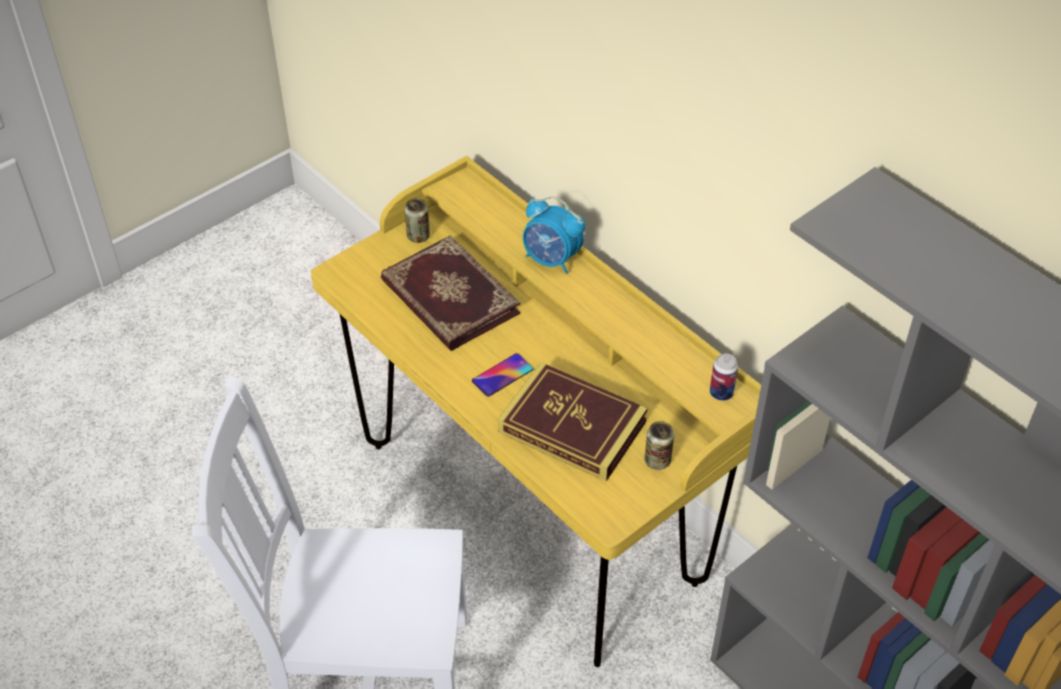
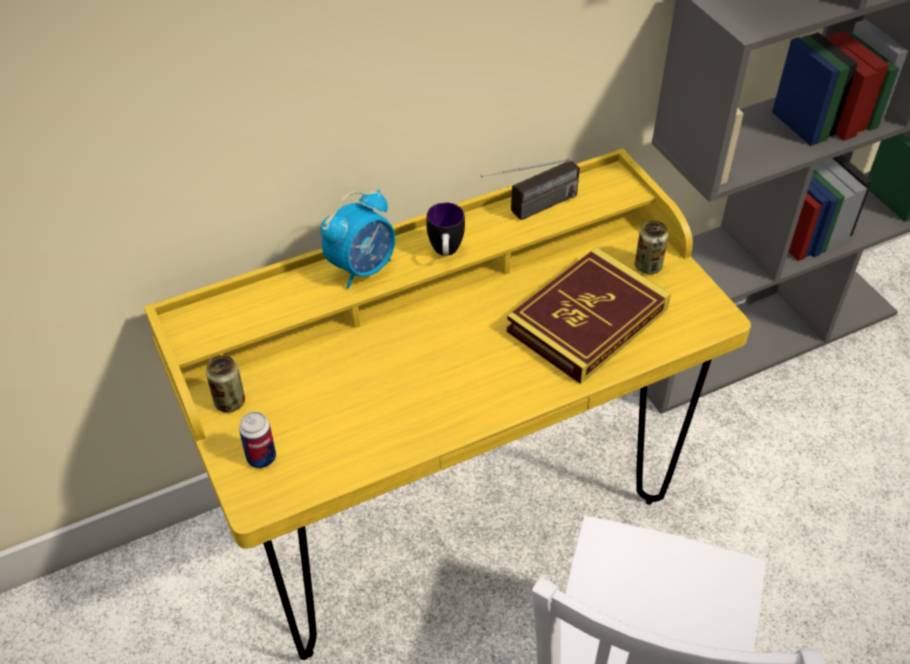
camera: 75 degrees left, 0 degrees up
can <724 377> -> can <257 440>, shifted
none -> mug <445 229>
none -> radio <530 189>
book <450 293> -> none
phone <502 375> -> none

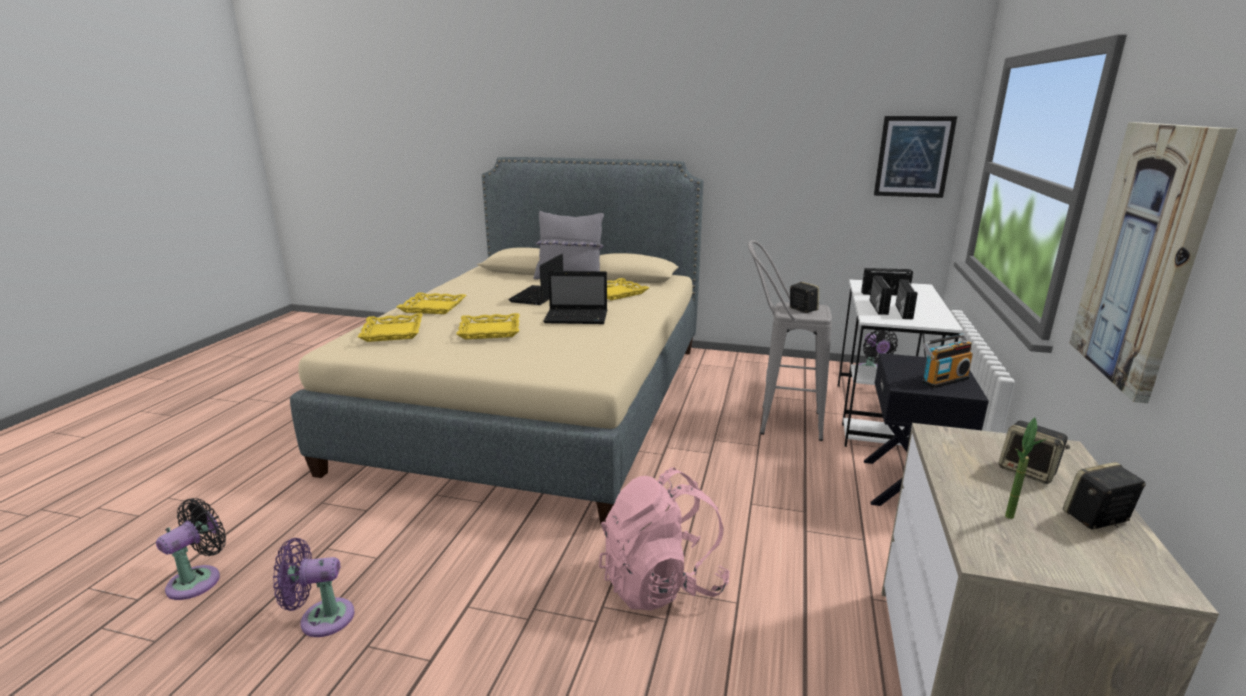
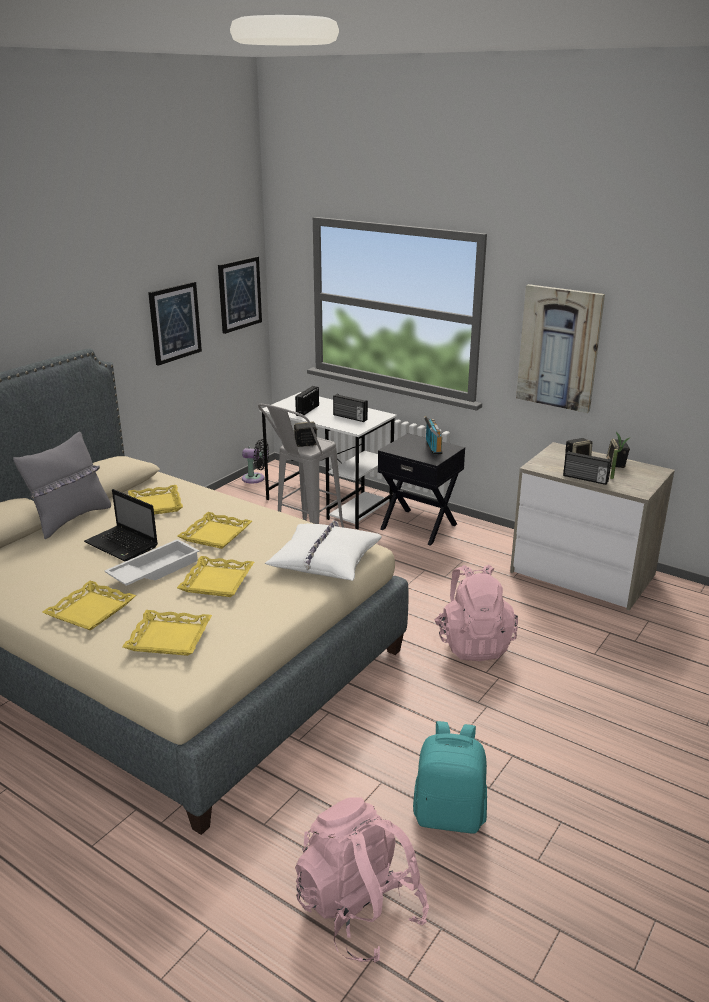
camera: 70 degrees left, 5 degrees up
none -> white tray <151 562>
none -> picture <175 324>
laptop <575 297> -> yellow tray <214 530>
none -> white pillow <323 550>
black fan <191 549> -> pink backpack <362 880>
purple fan <314 587> -> turquoise backpack <450 777>
radio <881 295> -> radio <587 468>, shifted

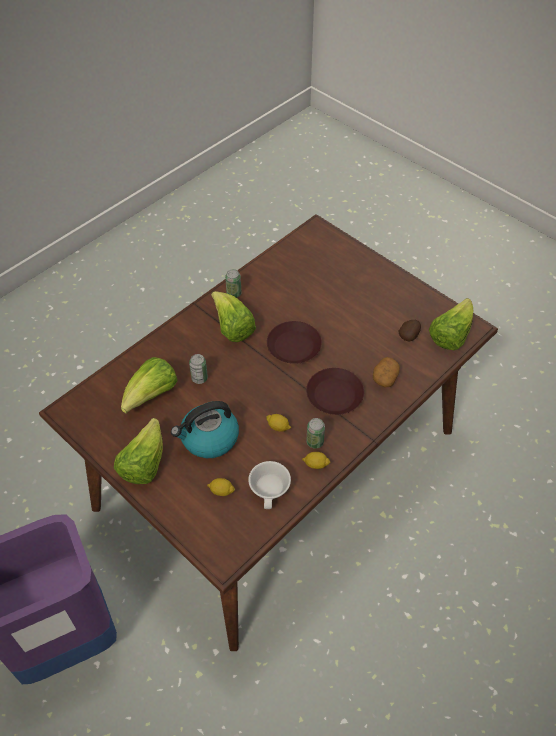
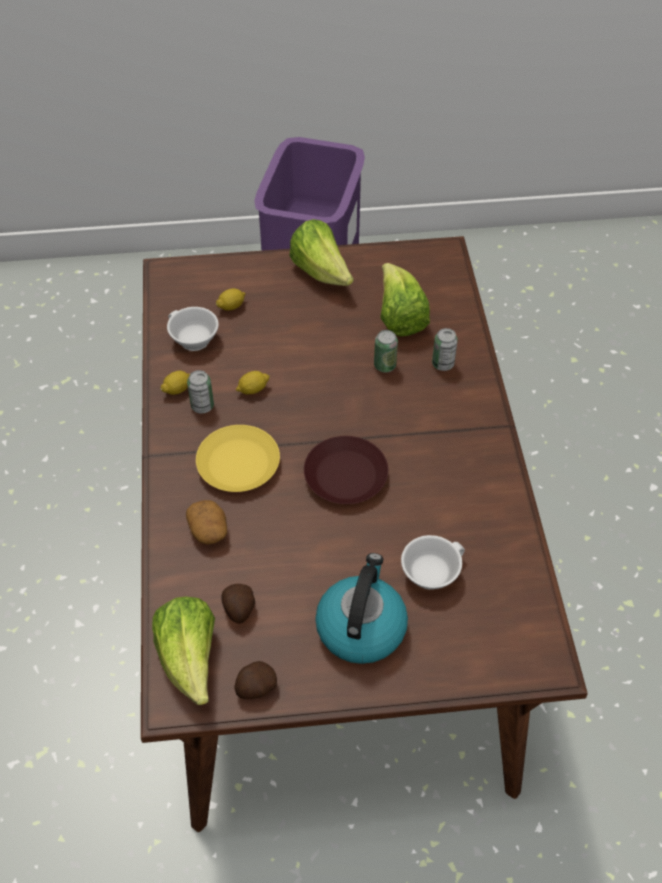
camera: 130 degrees right, 0 degrees up
brown plate <335 391> -> yellow plate <238 458>
none -> potato <255 680>
kettle <205 429> -> kettle <361 608>, shifted
none -> white cup <433 562>
can <233 283> -> can <445 349>, shifted
lettuce <233 316> -> none

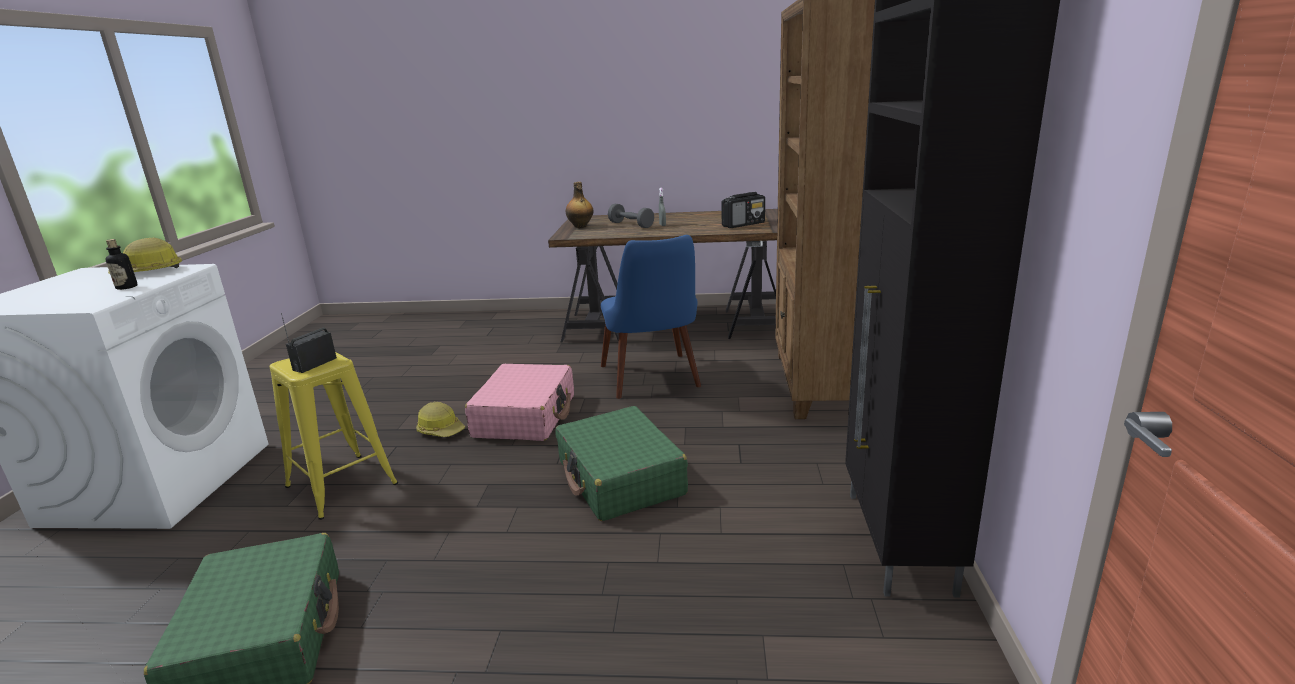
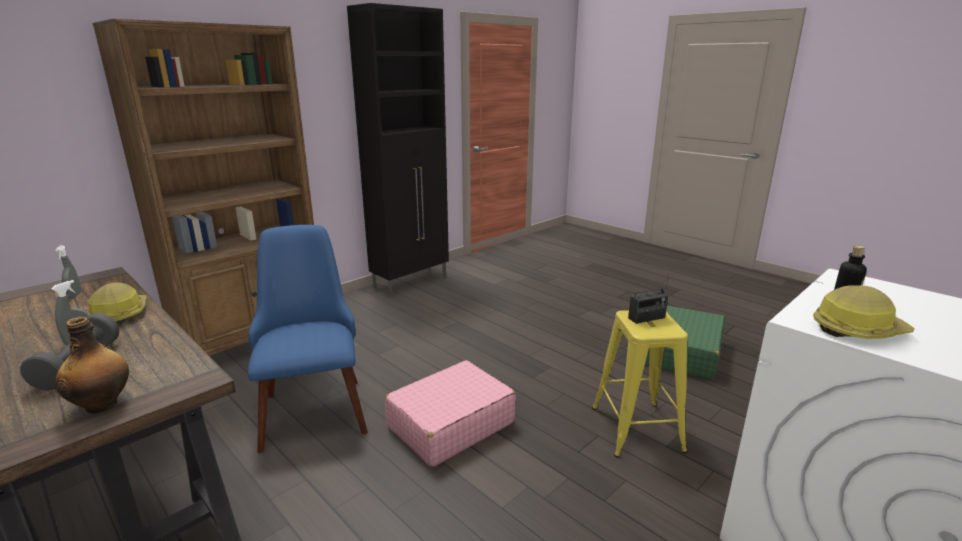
camera: 140 degrees left, 0 degrees up
radio <743 210> -> grey spray bottle <68 272>
hard hat <440 419> -> hard hat <117 304>, shifted
blue chair <651 317> -> blue chair <308 339>, 45 degrees counterclockwise
green suitcase <621 463> -> none

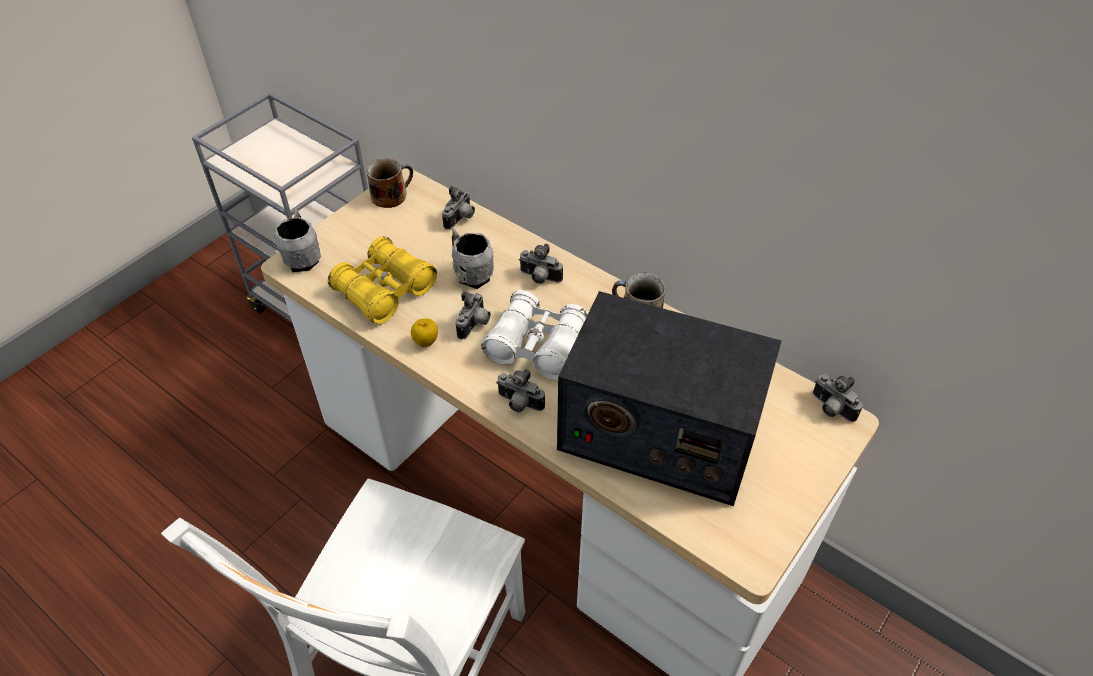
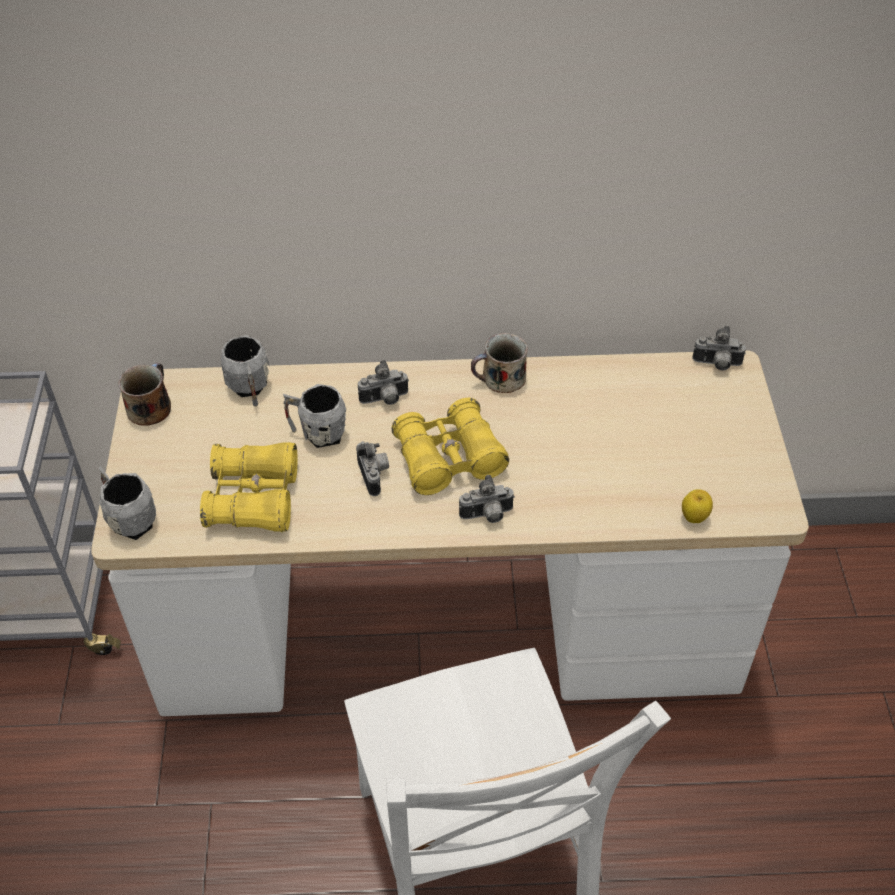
camera: 40 degrees left, 0 degrees up
photo camera <458 208> -> grey mug <245 371>
white binoculars <534 335> -> yellow binoculars <450 446>
apple <424 332> -> apple <697 506>, shifted
radio <669 398> -> none

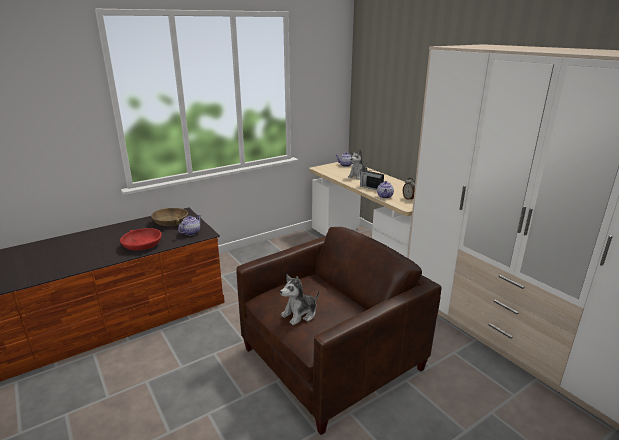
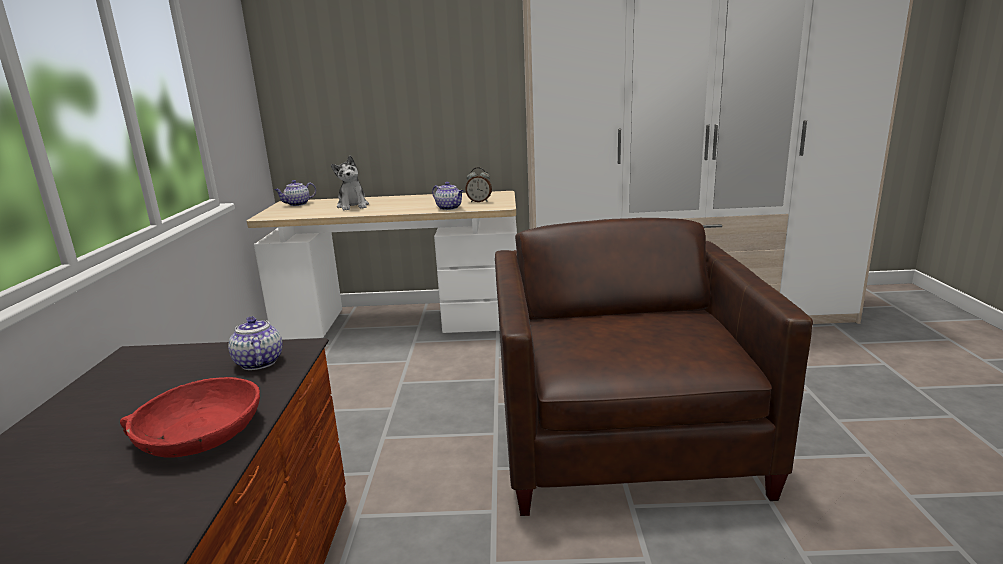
camera: 55 degrees left, 5 degrees down
brown bowl <169 217> -> none
plush toy <299 300> -> none
radio <372 180> -> none

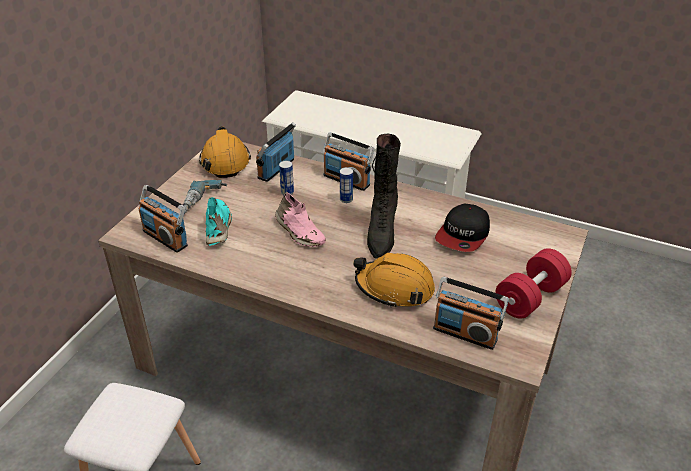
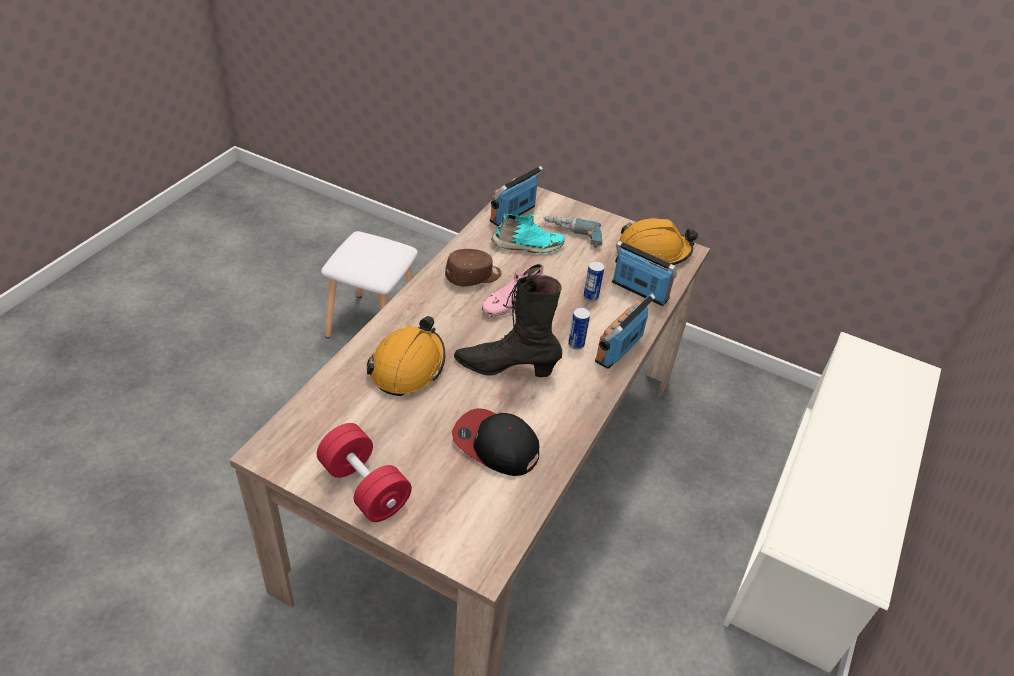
camera: 90 degrees right, 5 degrees up
none -> brown cap <473 267>
radio <471 313> -> none

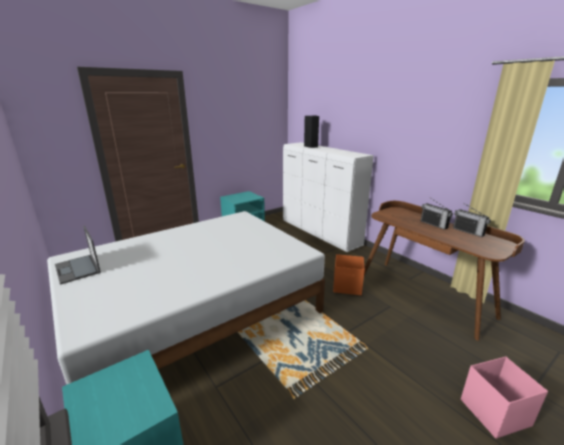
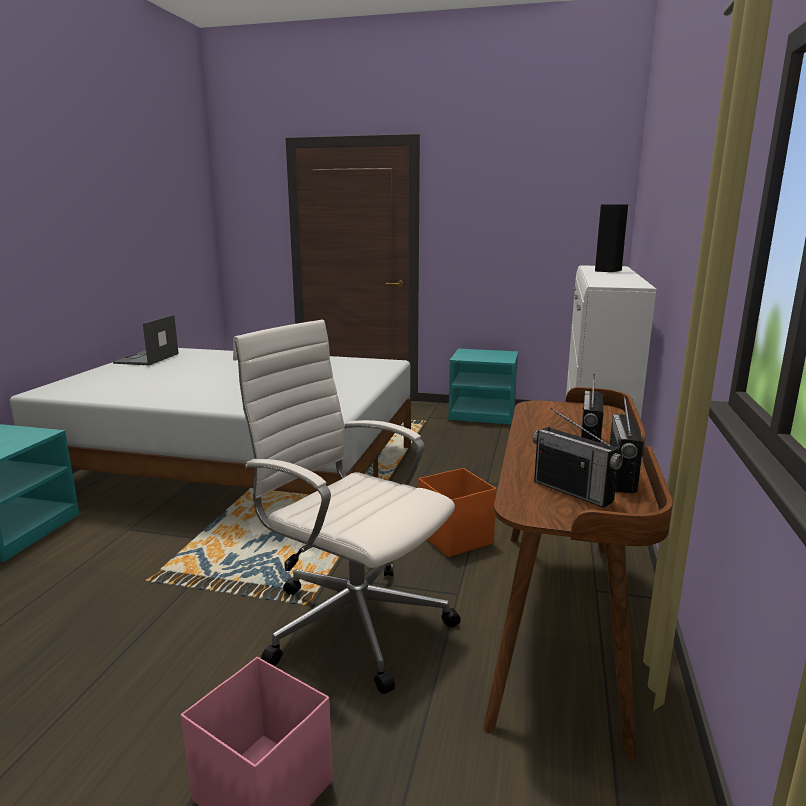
camera: 50 degrees right, 5 degrees down
none -> white office chair <347 507>
none -> radio <578 458>

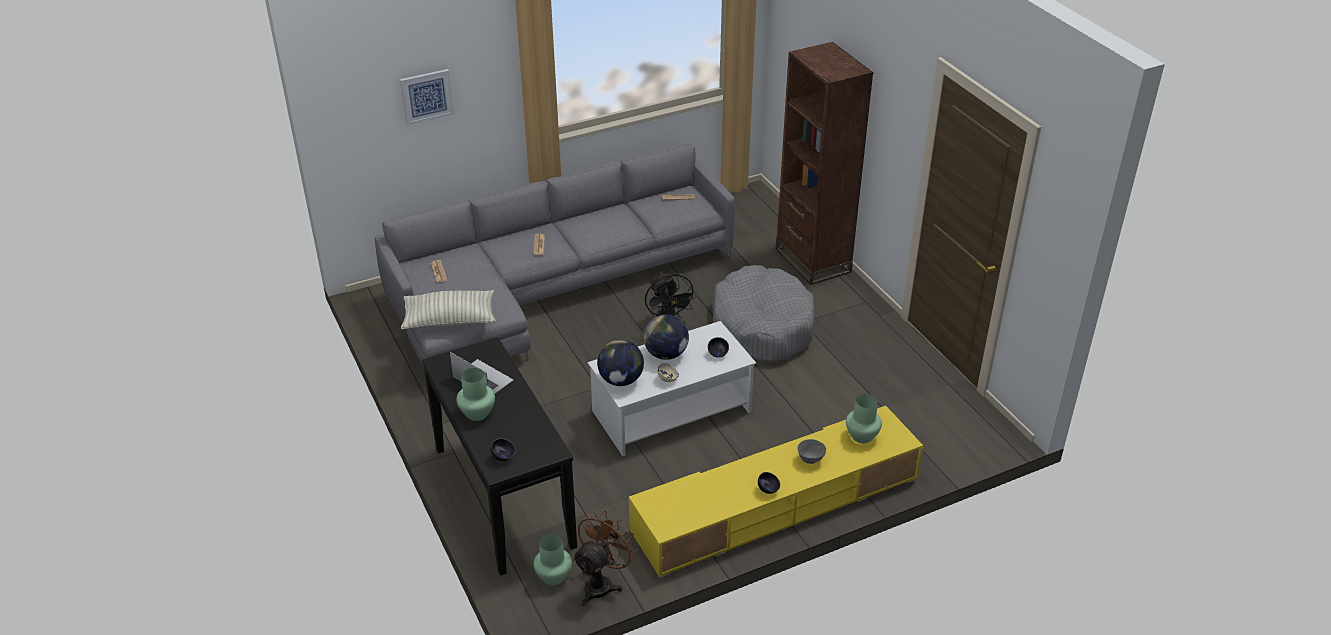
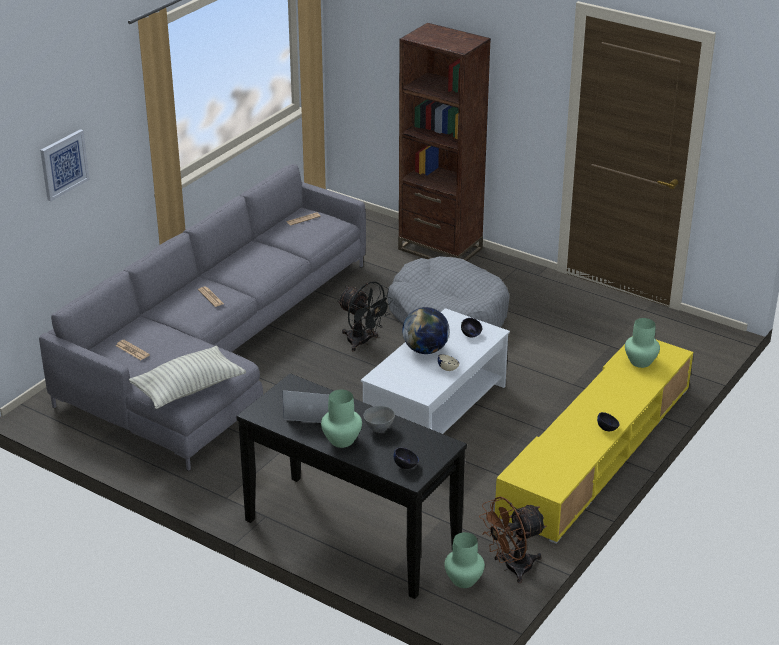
camera: 30 degrees left, 5 degrees down
grey bowl <811 451> -> grey bowl <379 419>, shifted
brown fan <605 558> -> brown fan <513 539>, 120 degrees counterclockwise
globe <620 363> -> none

